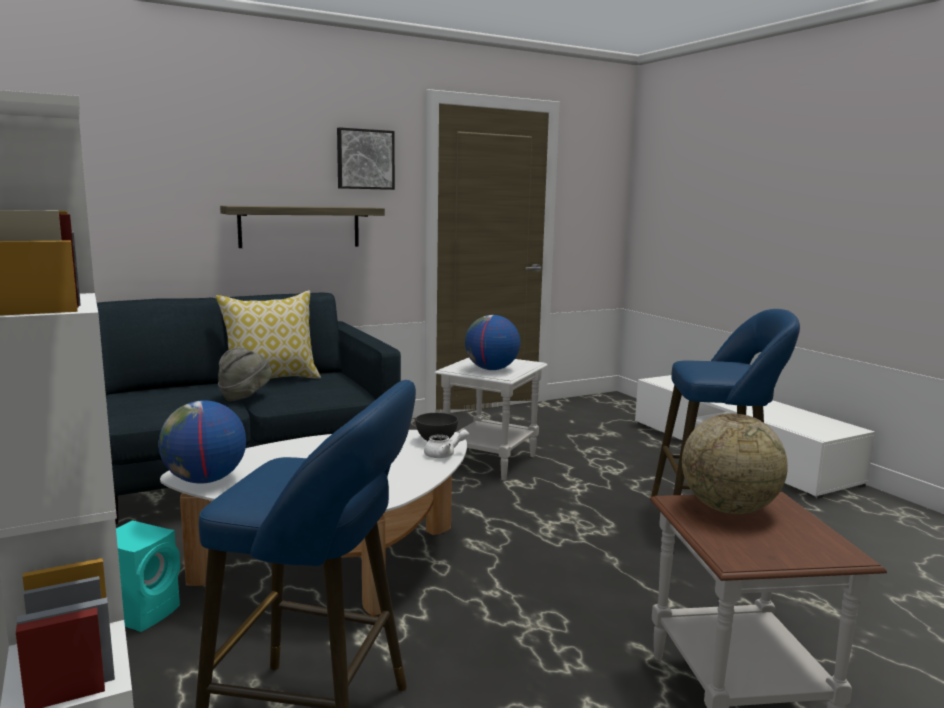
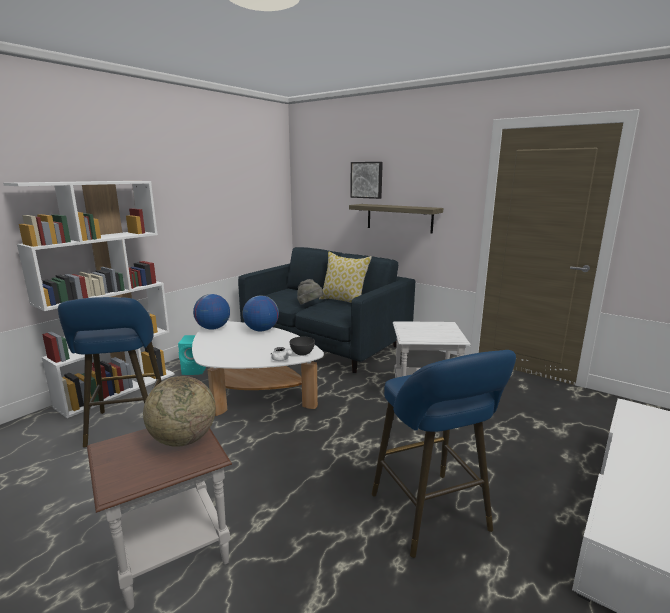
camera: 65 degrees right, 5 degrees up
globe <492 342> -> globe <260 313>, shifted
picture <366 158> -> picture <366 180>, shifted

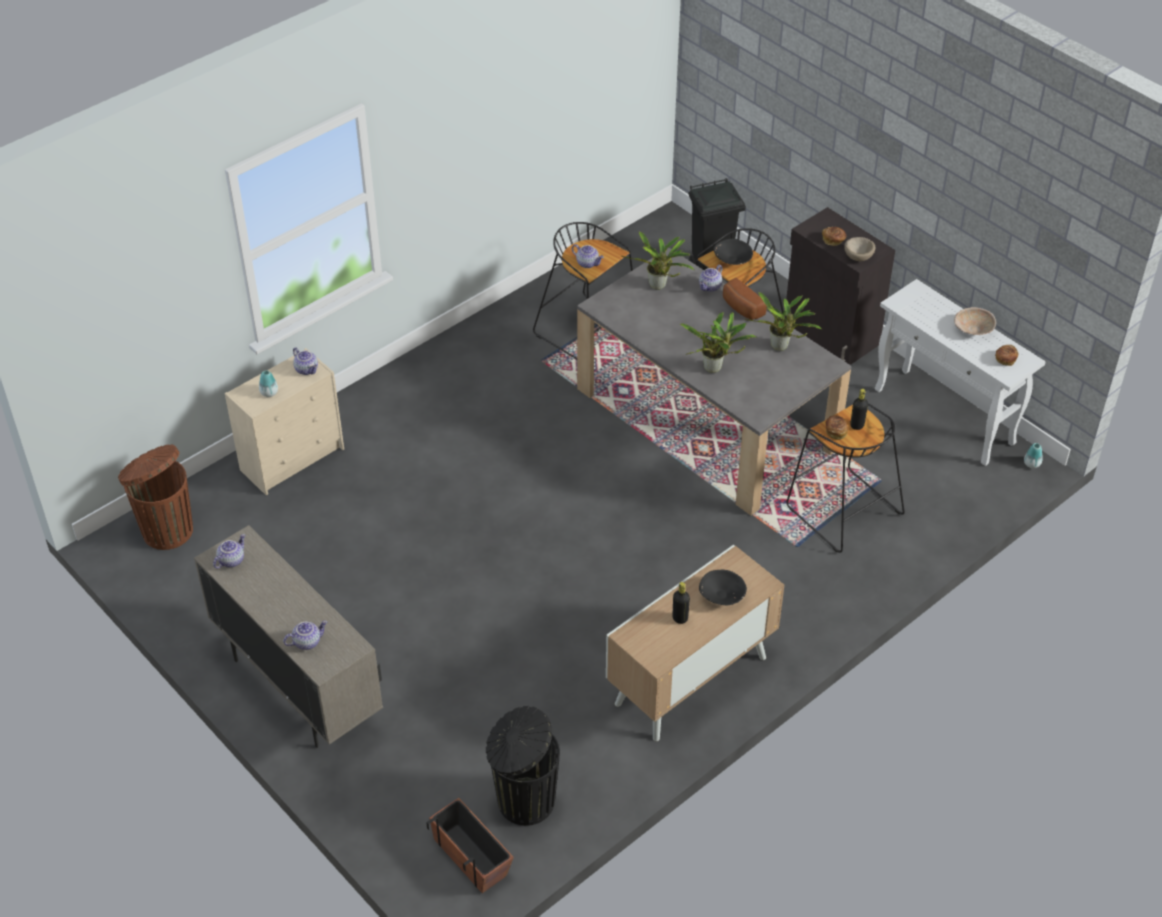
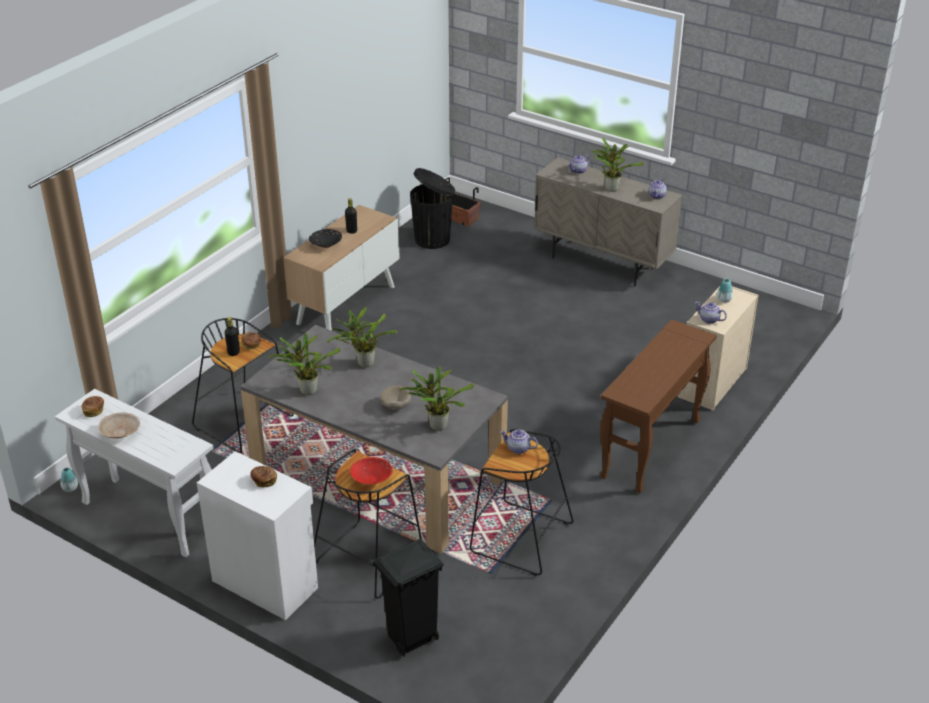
camera: 165 degrees right, 10 degrees down
black cabinet <840 286> -> white cabinet <257 535>
black bowl <733 252> -> red bowl <371 471>
beige bowl <859 249> -> beige bowl <395 398>, shifted
none -> potted plant <618 164>
none -> brown console table <658 406>
brown trash can <155 497> -> none
teapot <710 278> -> none
bread <745 299> -> none

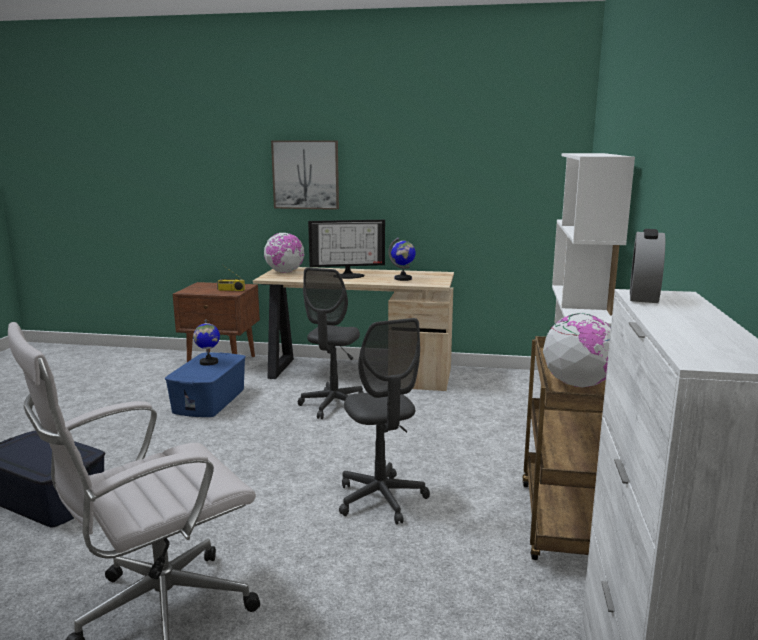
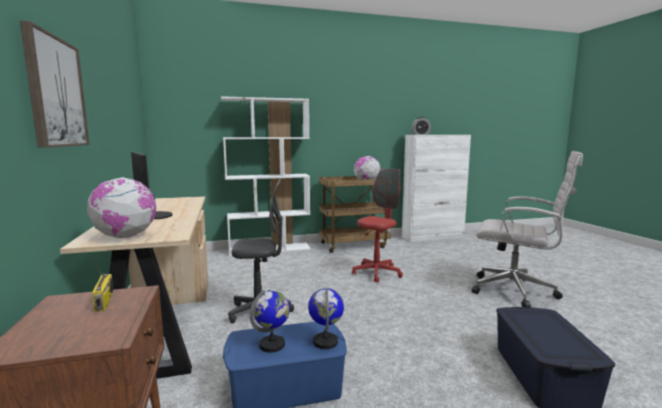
camera: 115 degrees left, 5 degrees down
globe <402 259> -> globe <326 318>, shifted
grey office chair <384 421> -> red office chair <377 225>

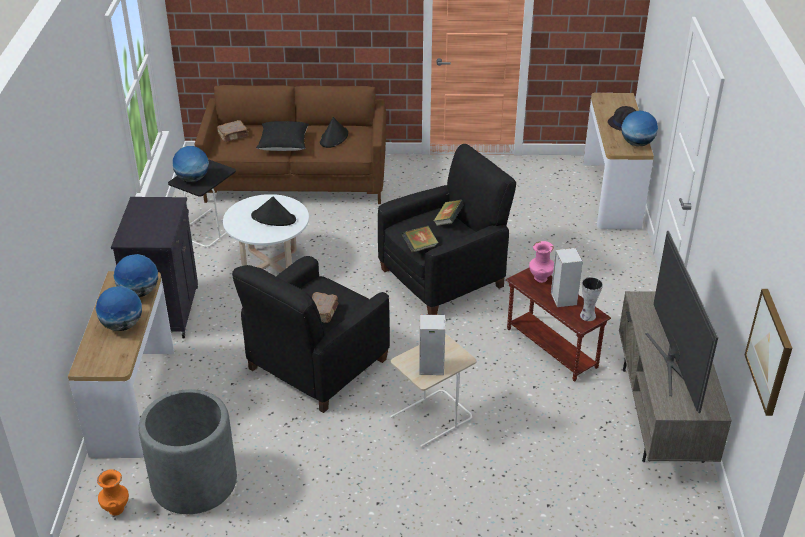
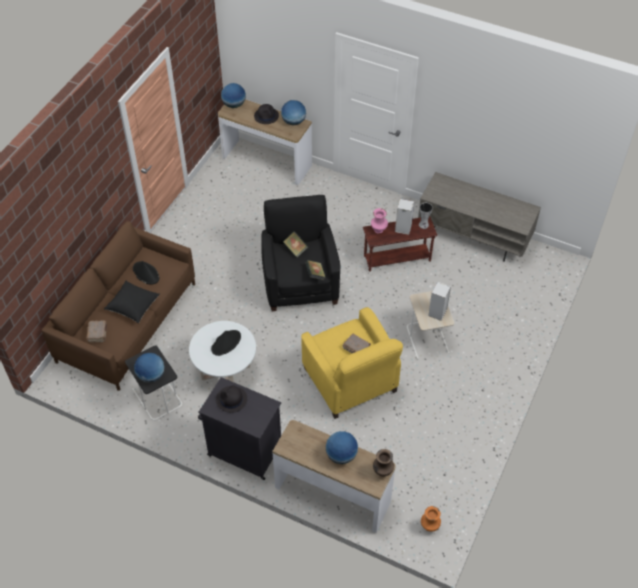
camera: 65 degrees left, 15 degrees up
none -> black hat <231 399>
globe <136 275> -> globe <233 95>, shifted
black armchair <311 334> -> yellow armchair <352 363>
none -> brown vase <383 463>
grey planter <188 451> -> none
television <681 322> -> none
picture <768 352> -> none

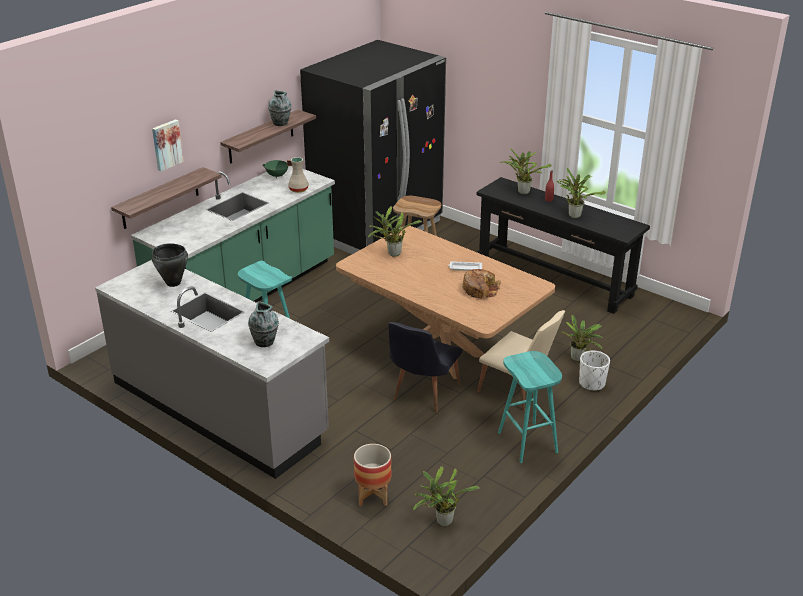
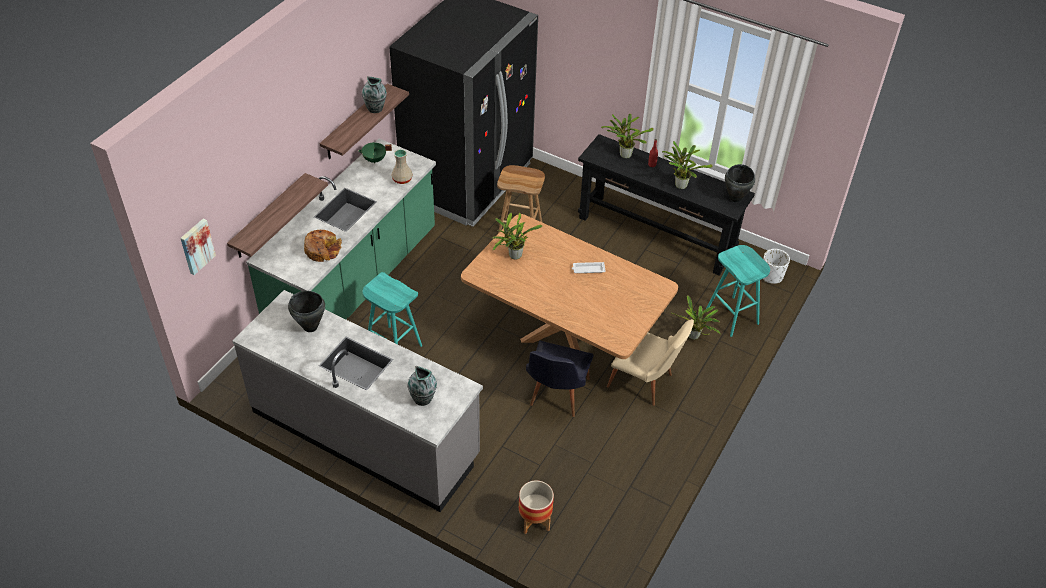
camera: 10 degrees left, 15 degrees up
picture <168 145> -> picture <198 247>, shifted
bread <481 283> -> bread <323 246>, shifted
turquoise stool <530 407> -> turquoise stool <738 291>, shifted
none -> black cooking pot <740 183>
white planter <594 370> -> white planter <776 266>, shifted
potted plant <446 496> -> none

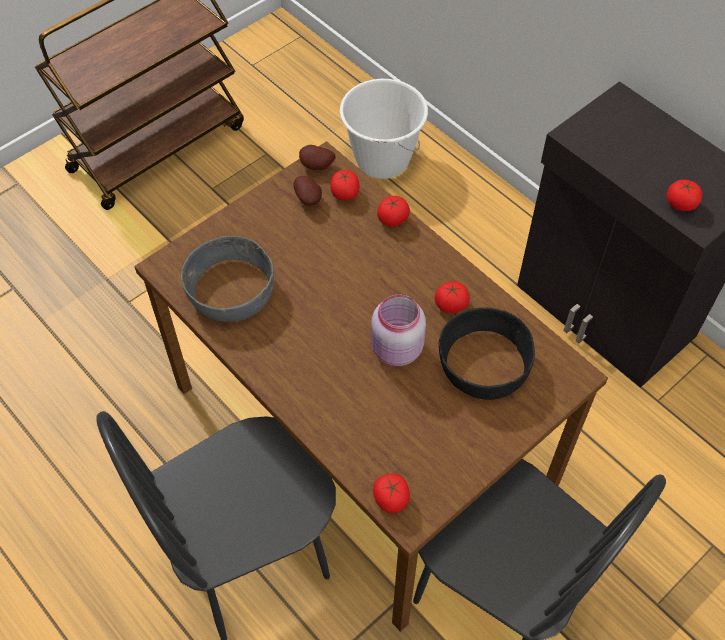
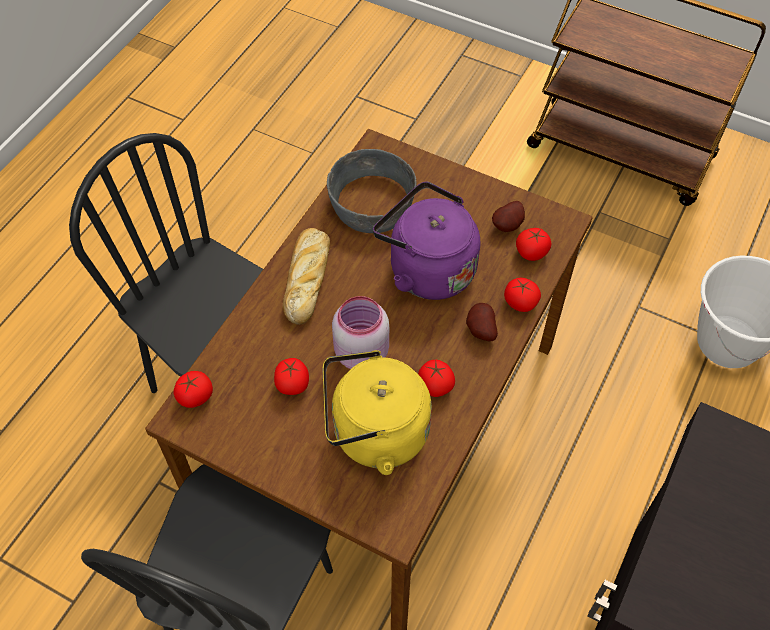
camera: 70 degrees right, 0 degrees up
tomato <684 195> -> tomato <291 376>, shifted
none -> bread <306 276>
black bowl <487 353> -> yellow kettle <377 412>
none -> purple kettle <426 241>
potato <317 157> -> potato <482 322>, shifted

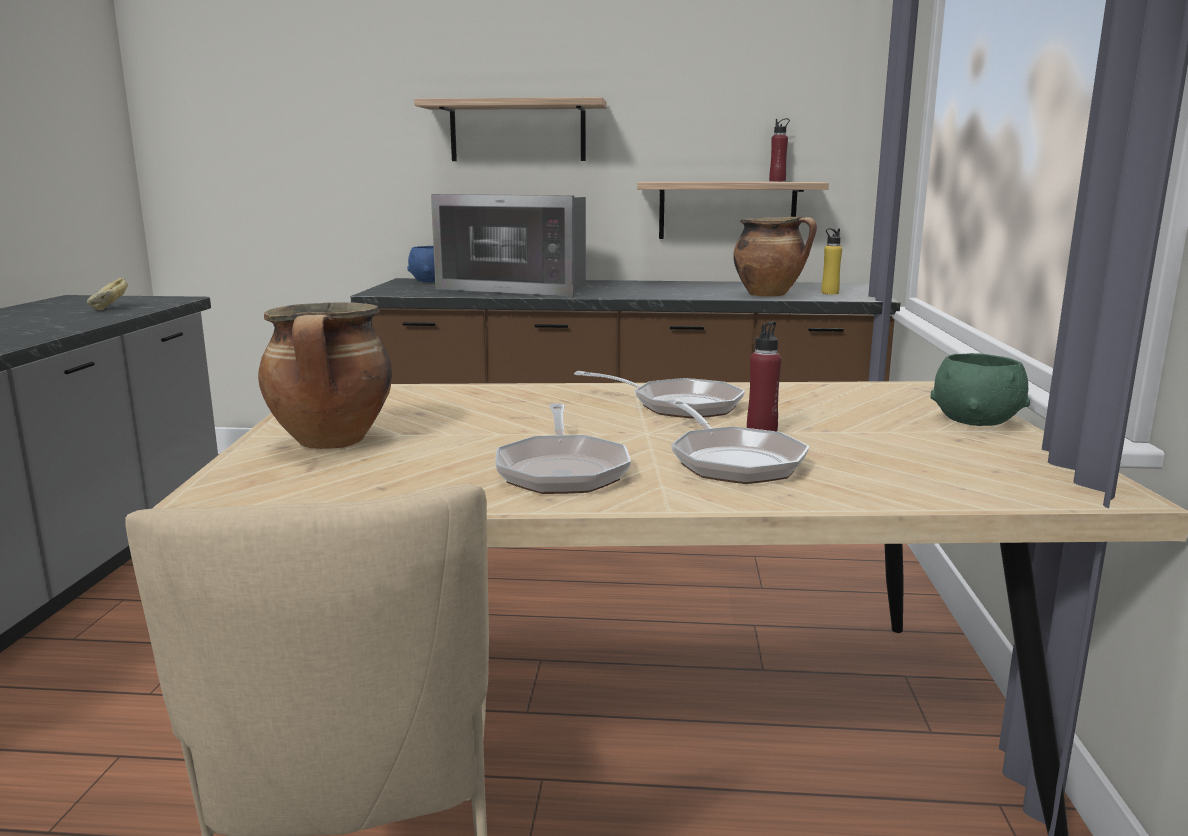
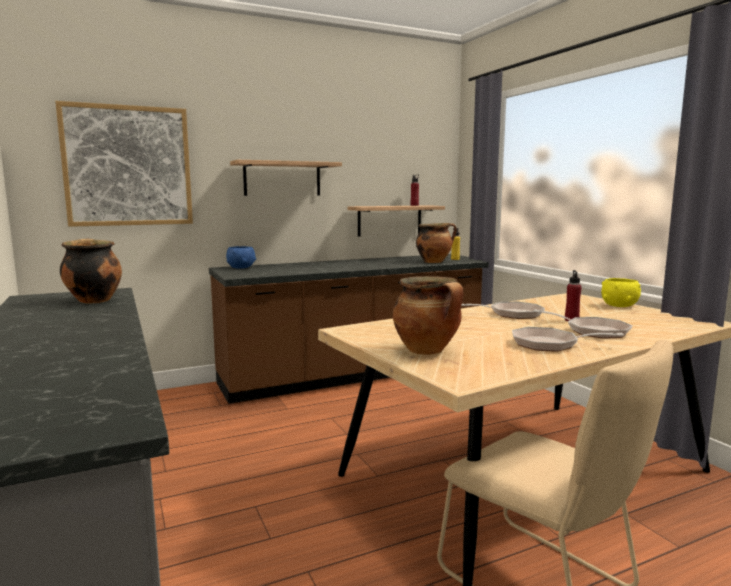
camera: 30 degrees left, 5 degrees down
none -> picture <124 164>
bread <107 294> -> cooking pot <91 271>
frying pan <563 448> -> frying pan <568 339>, 135 degrees clockwise
green bowl <980 389> -> yellow bowl <621 292>
microwave <508 245> -> none

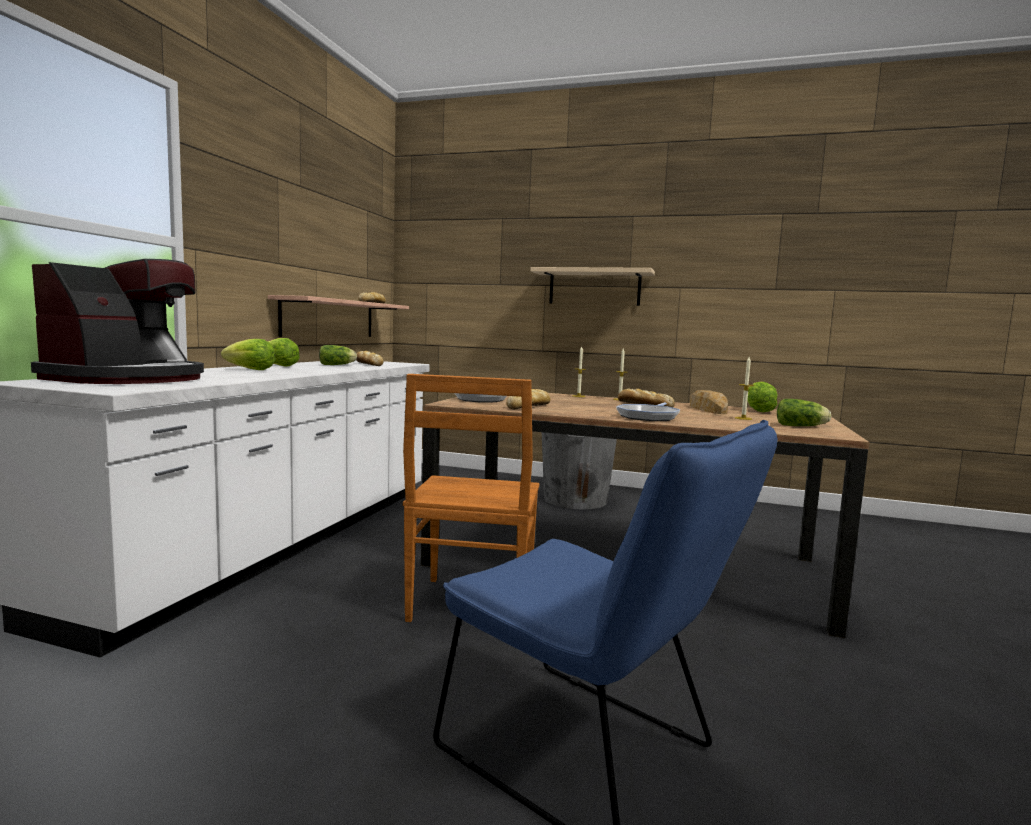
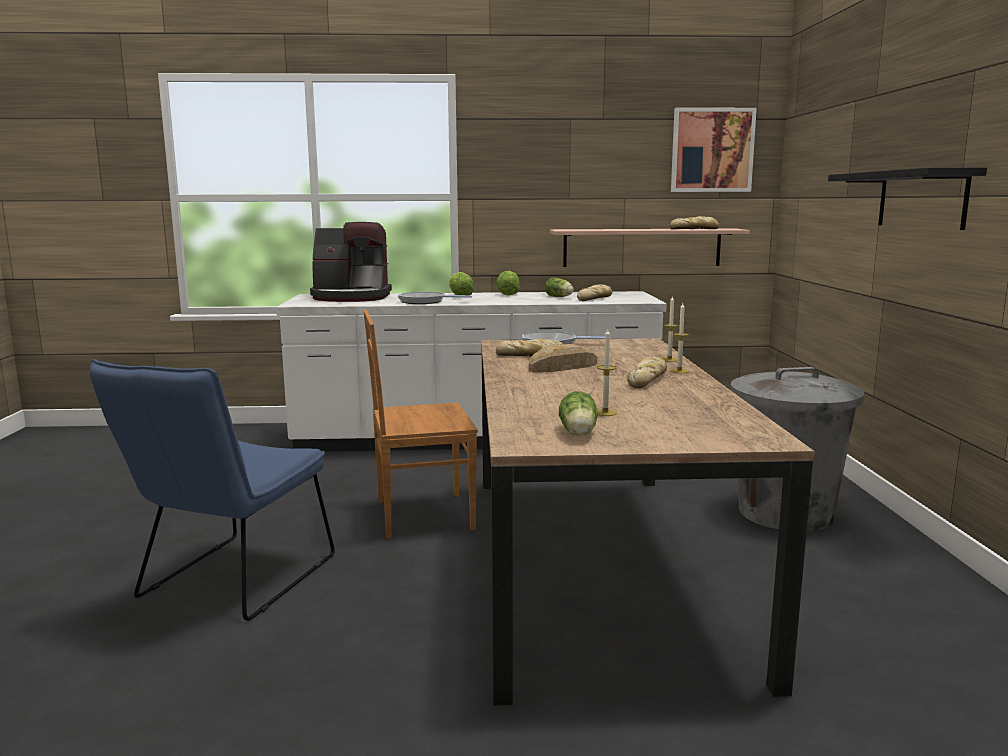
camera: 70 degrees right, 5 degrees up
frying pan <648 411> -> frying pan <435 298>, shifted
bread <709 402> -> bread <563 358>, shifted
none -> picture <714 150>
beige shelf <592 286> -> black shelf <907 198>
lettuce <762 397> -> none

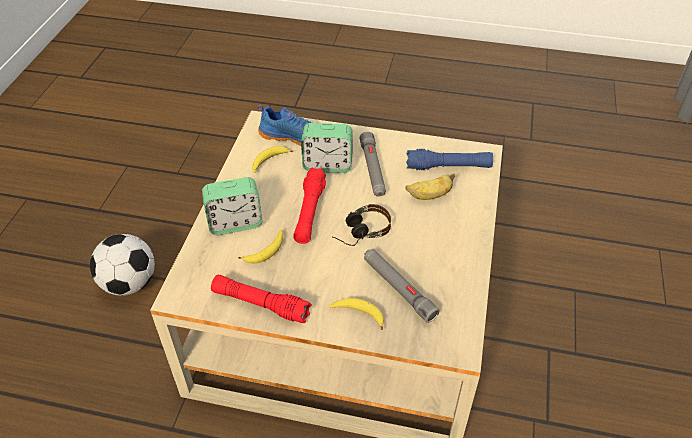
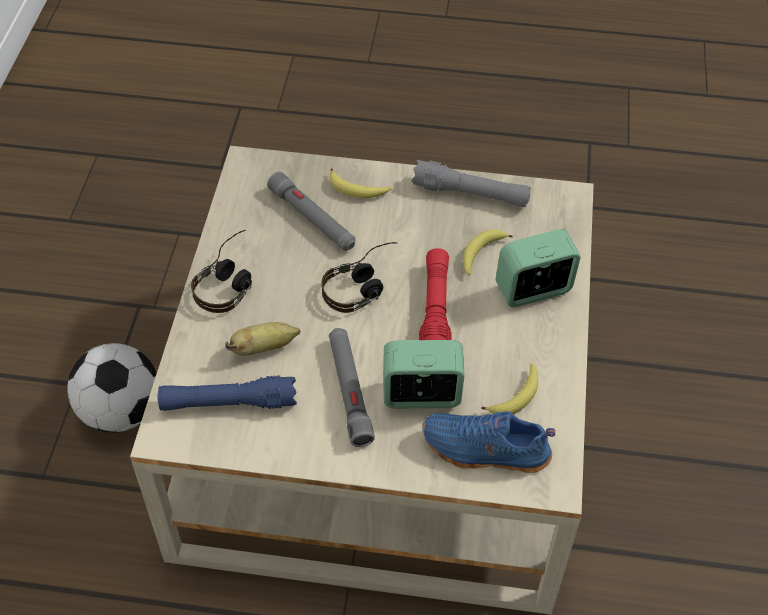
camera: 175 degrees right, 5 degrees up
football <122 265> -> football <112 388>, shifted
none -> headphones <221 271>
red flashlight <261 299> -> grey flashlight <470 183>

